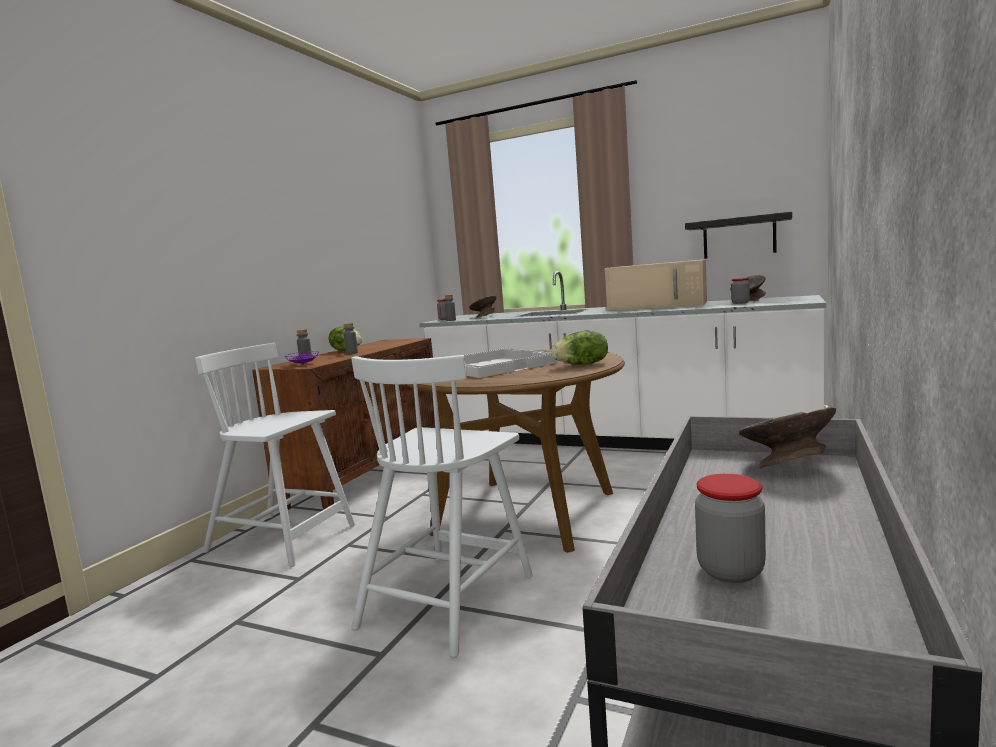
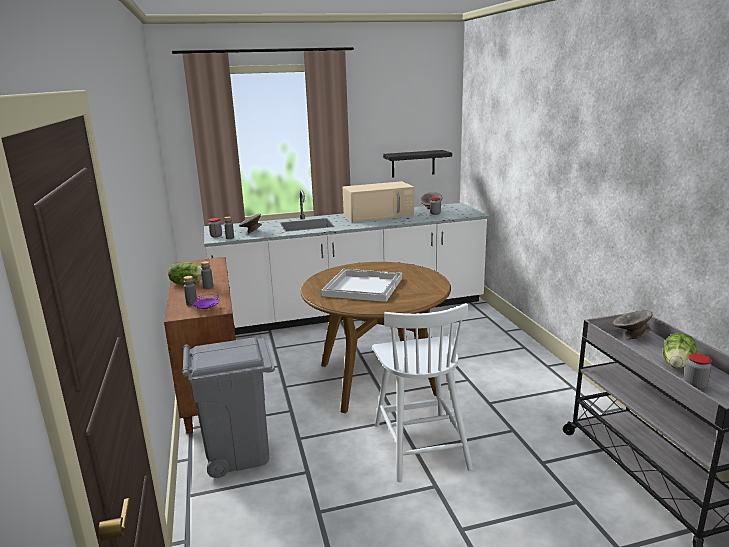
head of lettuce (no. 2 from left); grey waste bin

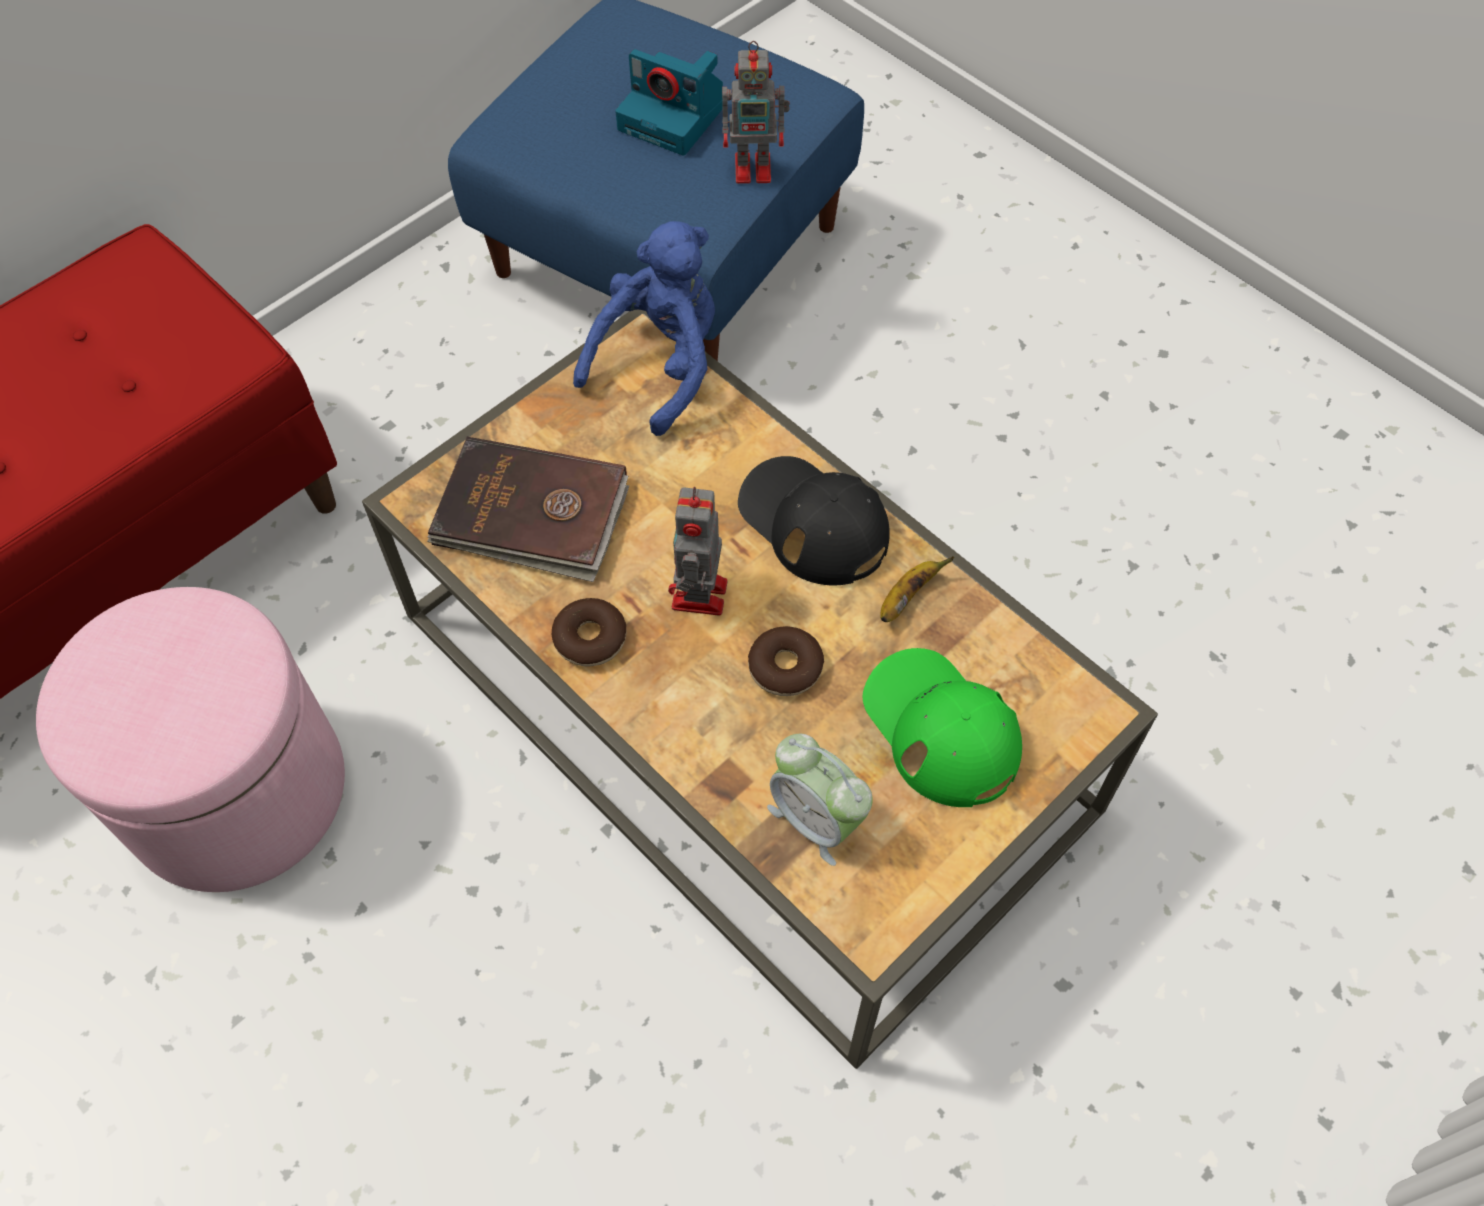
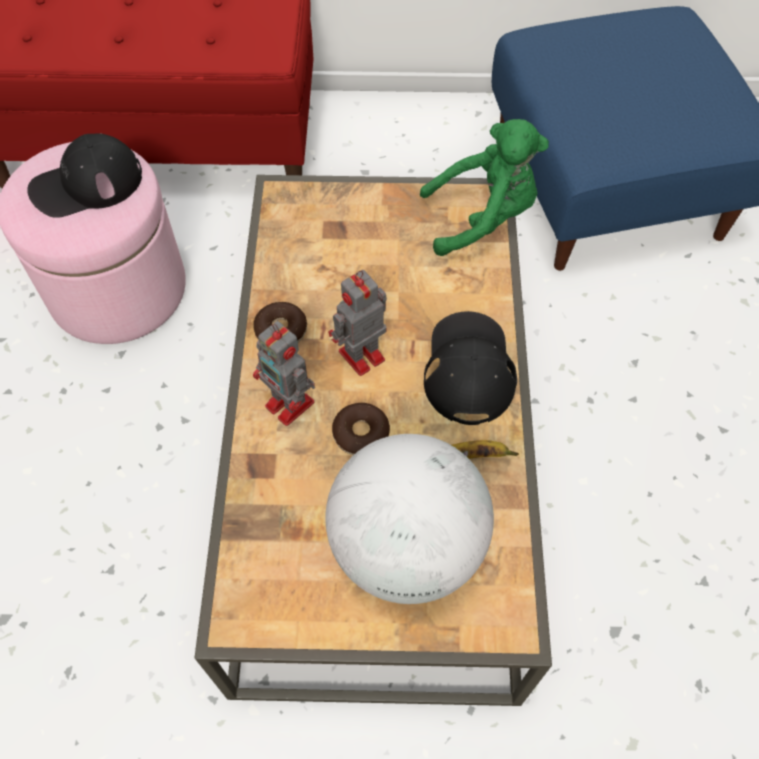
brown book; still camera; bedside clock; black-coloured peaked cap (no. 1 from left); toy robot (no. 1 from left); globe; greenish cuddly toy

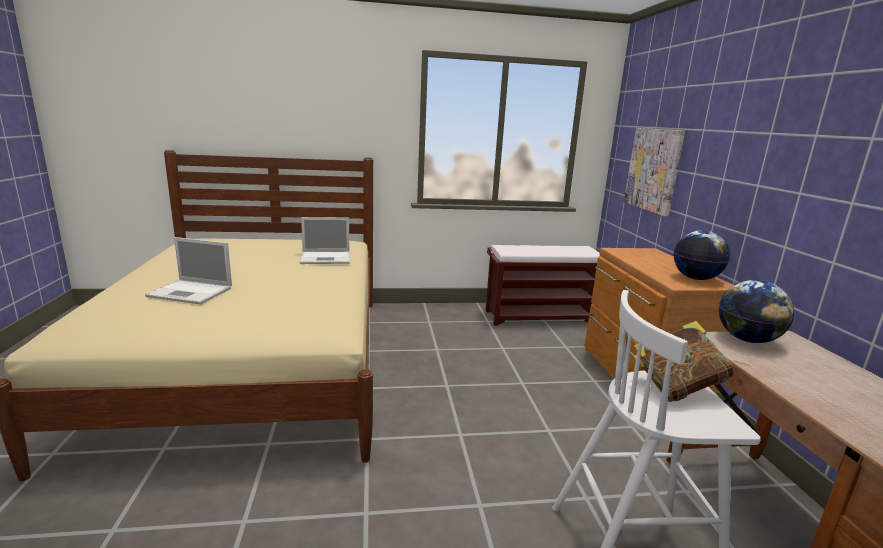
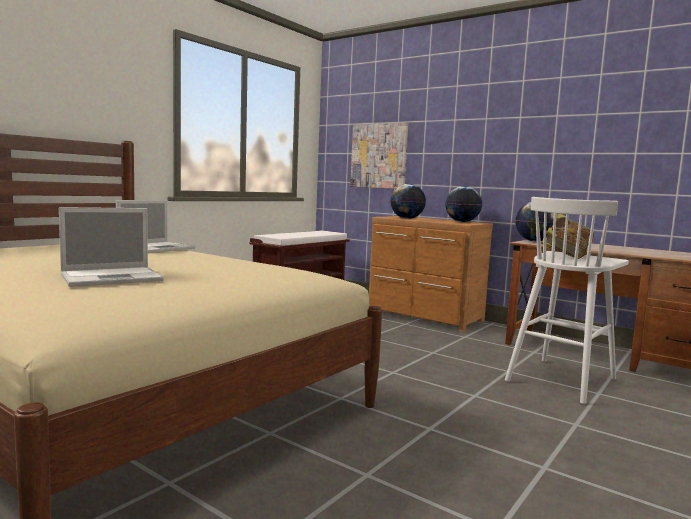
globe (no. 1 from left)

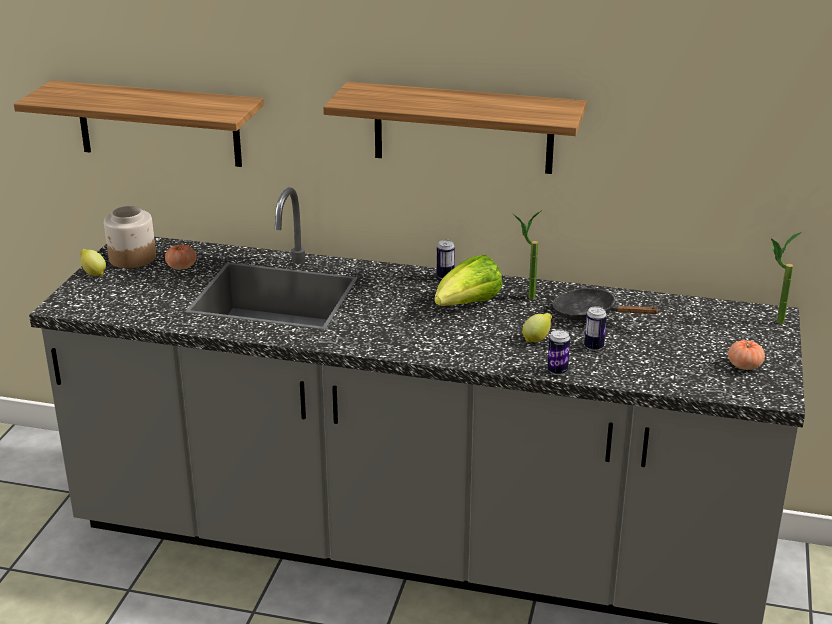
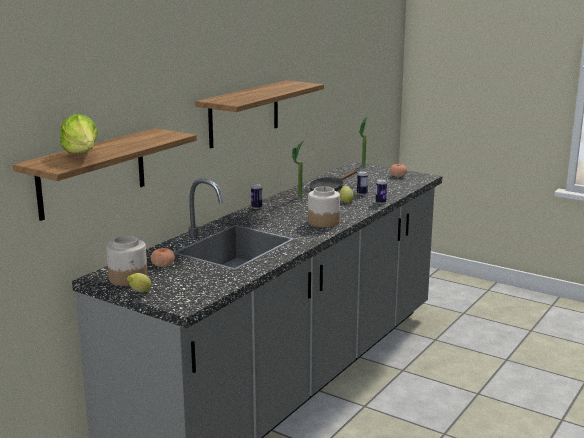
jar (no. 2 from left); head of lettuce

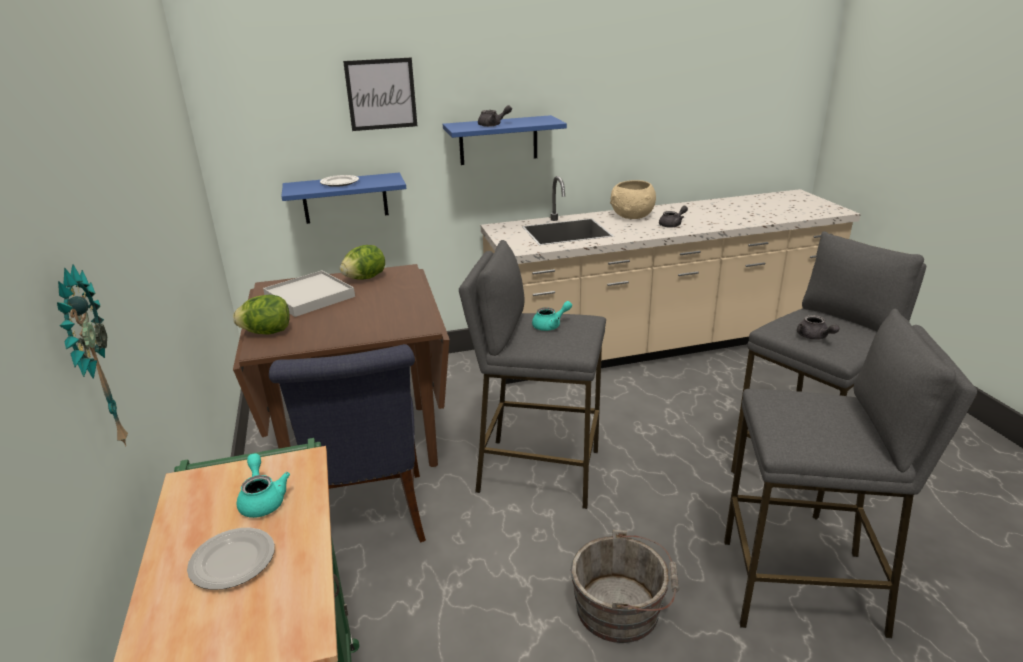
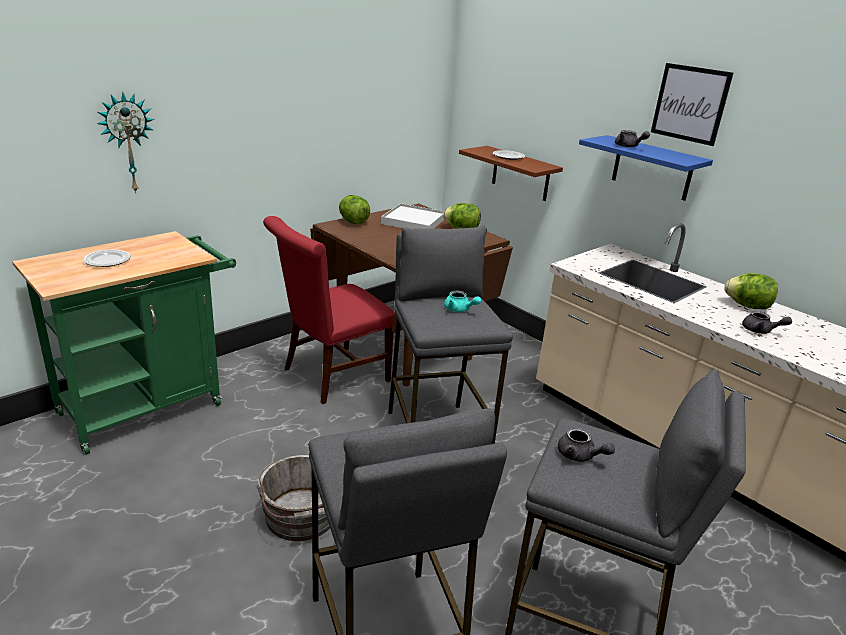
blue-green teapot (no. 1 from left in the first image); wall art; head of lettuce (no. 3 from left); red plain chair; brown wall shelf; grey teapot (no. 1 from left)

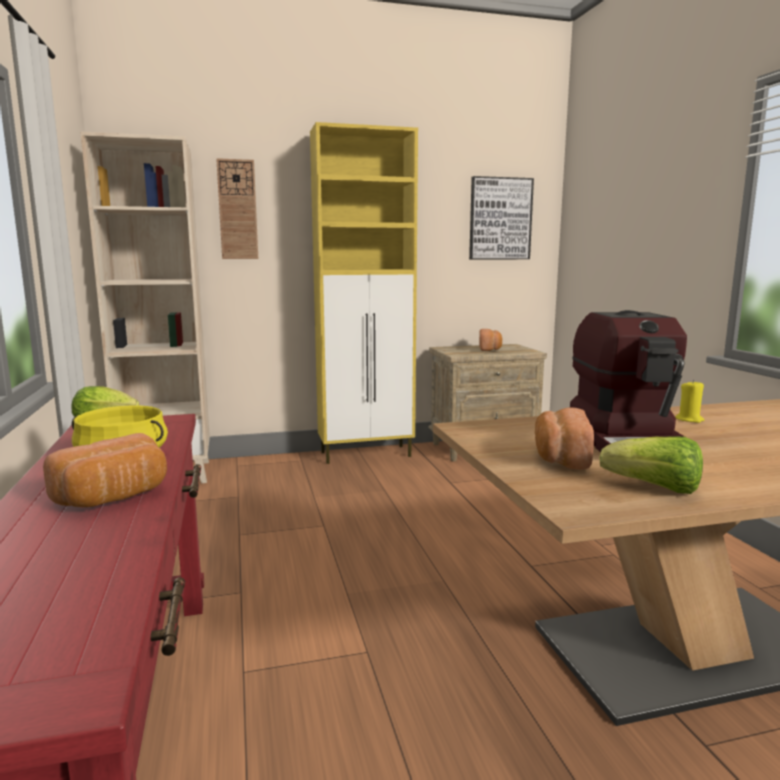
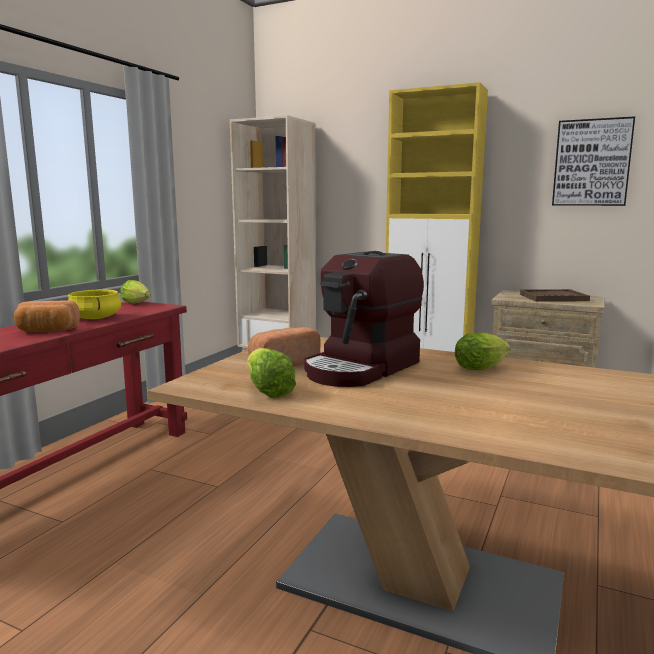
wall clock; brown tray; head of lettuce (no. 3 from left)

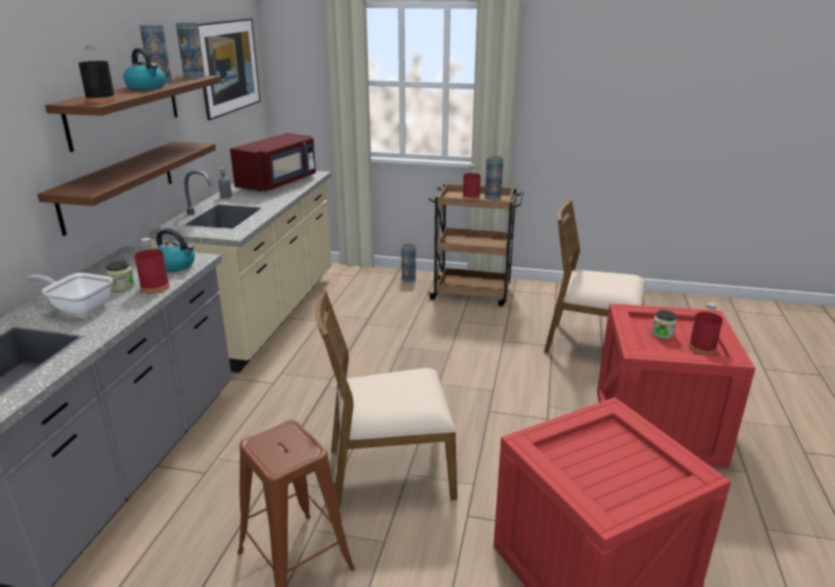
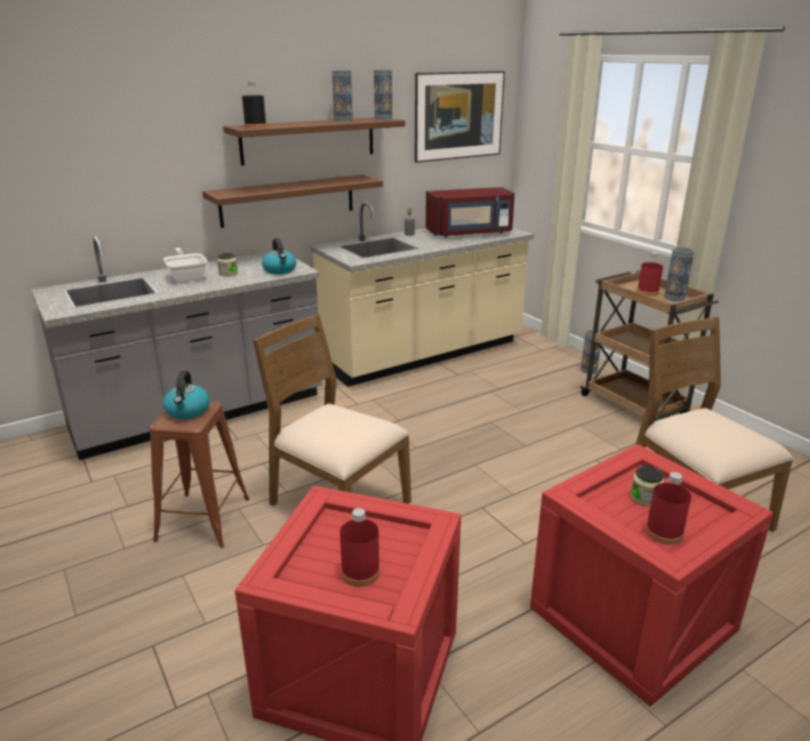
kettle (no. 1 from left); red beverage bottle (no. 1 from left)

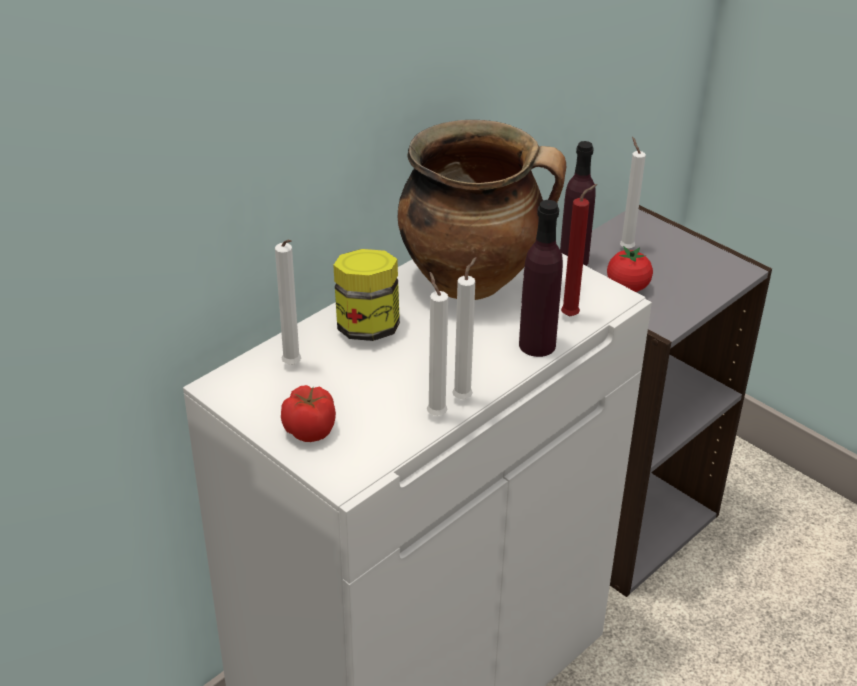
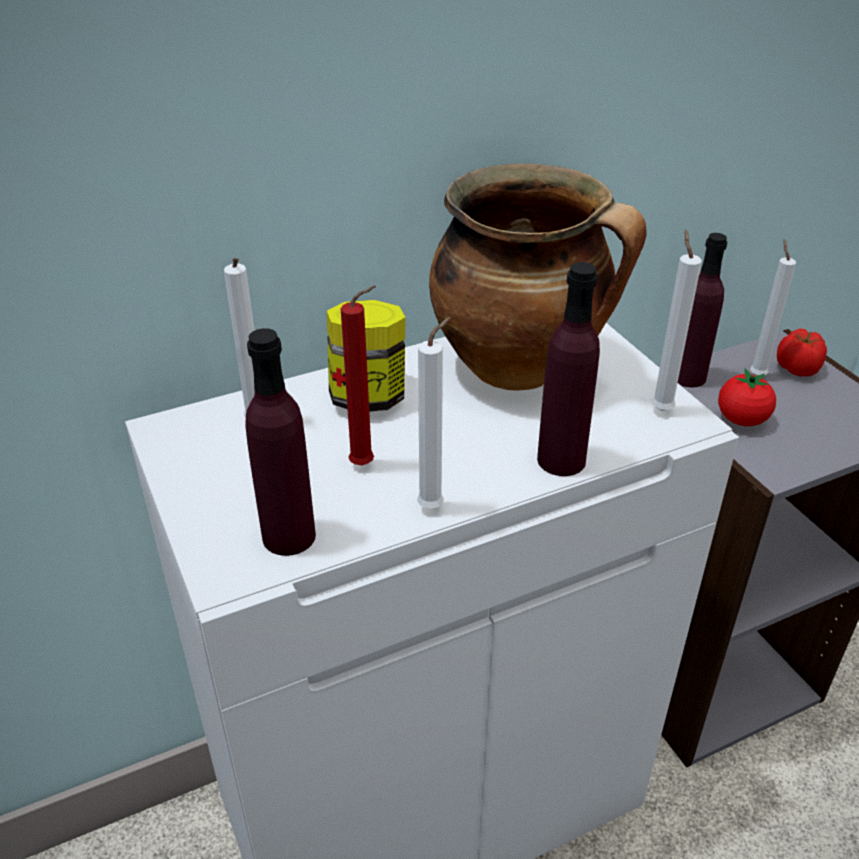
purple beverage bottle (no. 1 from left); fresh tomato (no. 2 from left); white-coloured candle (no. 3 from left); red candle

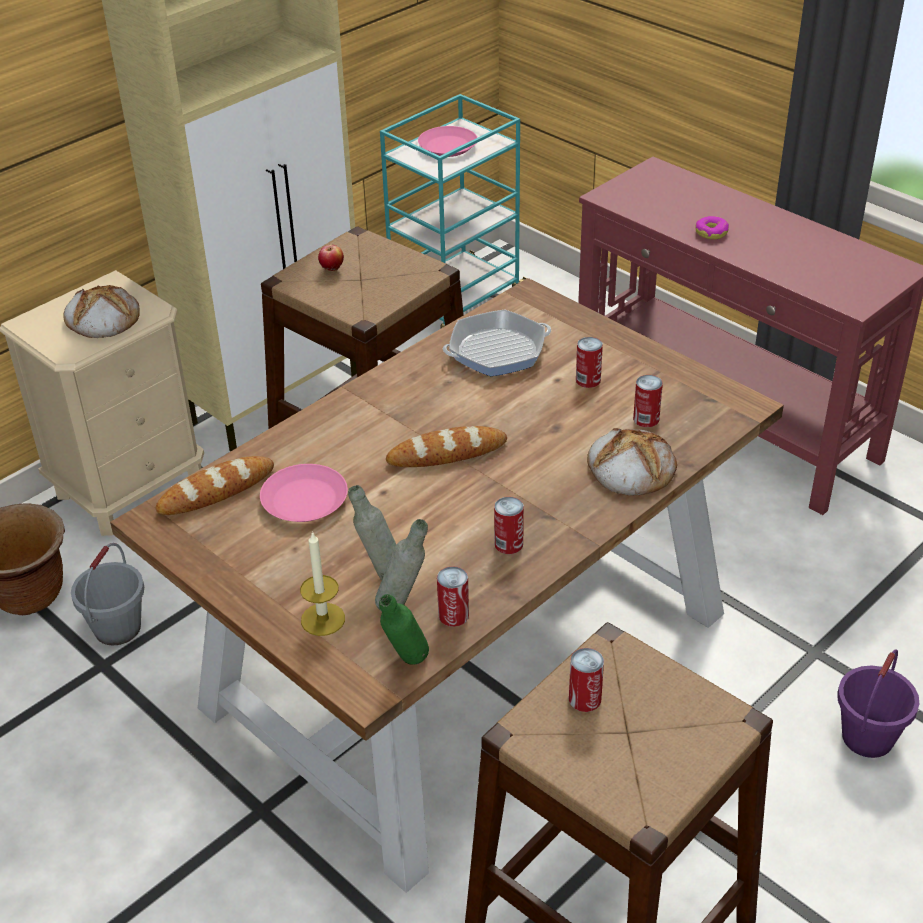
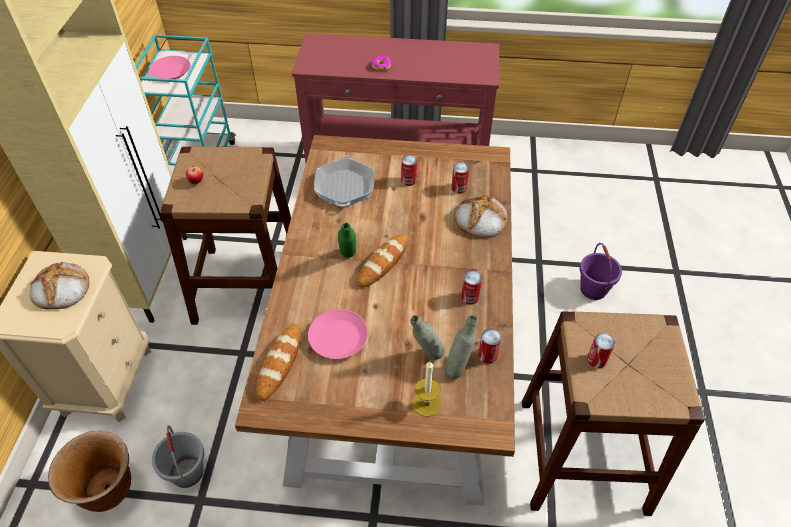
greenish beverage bottle; frying pan

